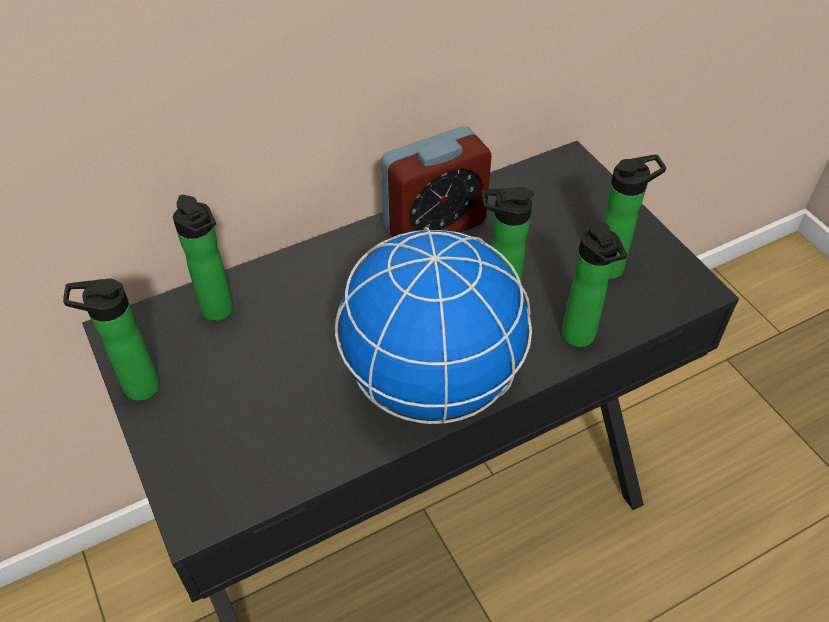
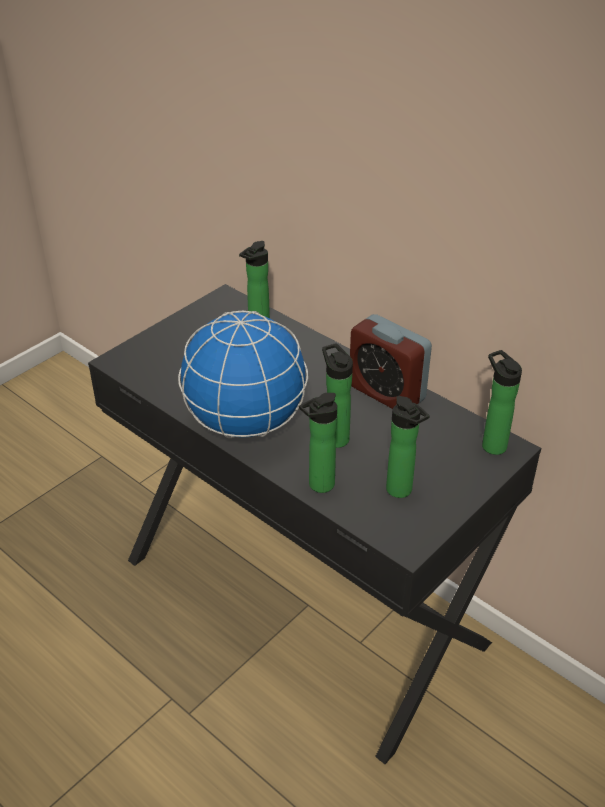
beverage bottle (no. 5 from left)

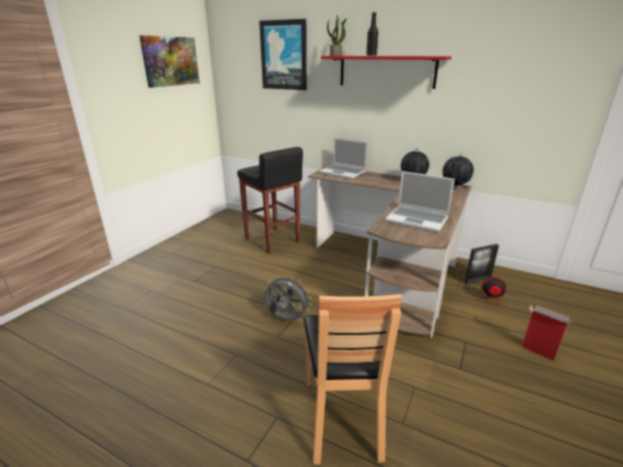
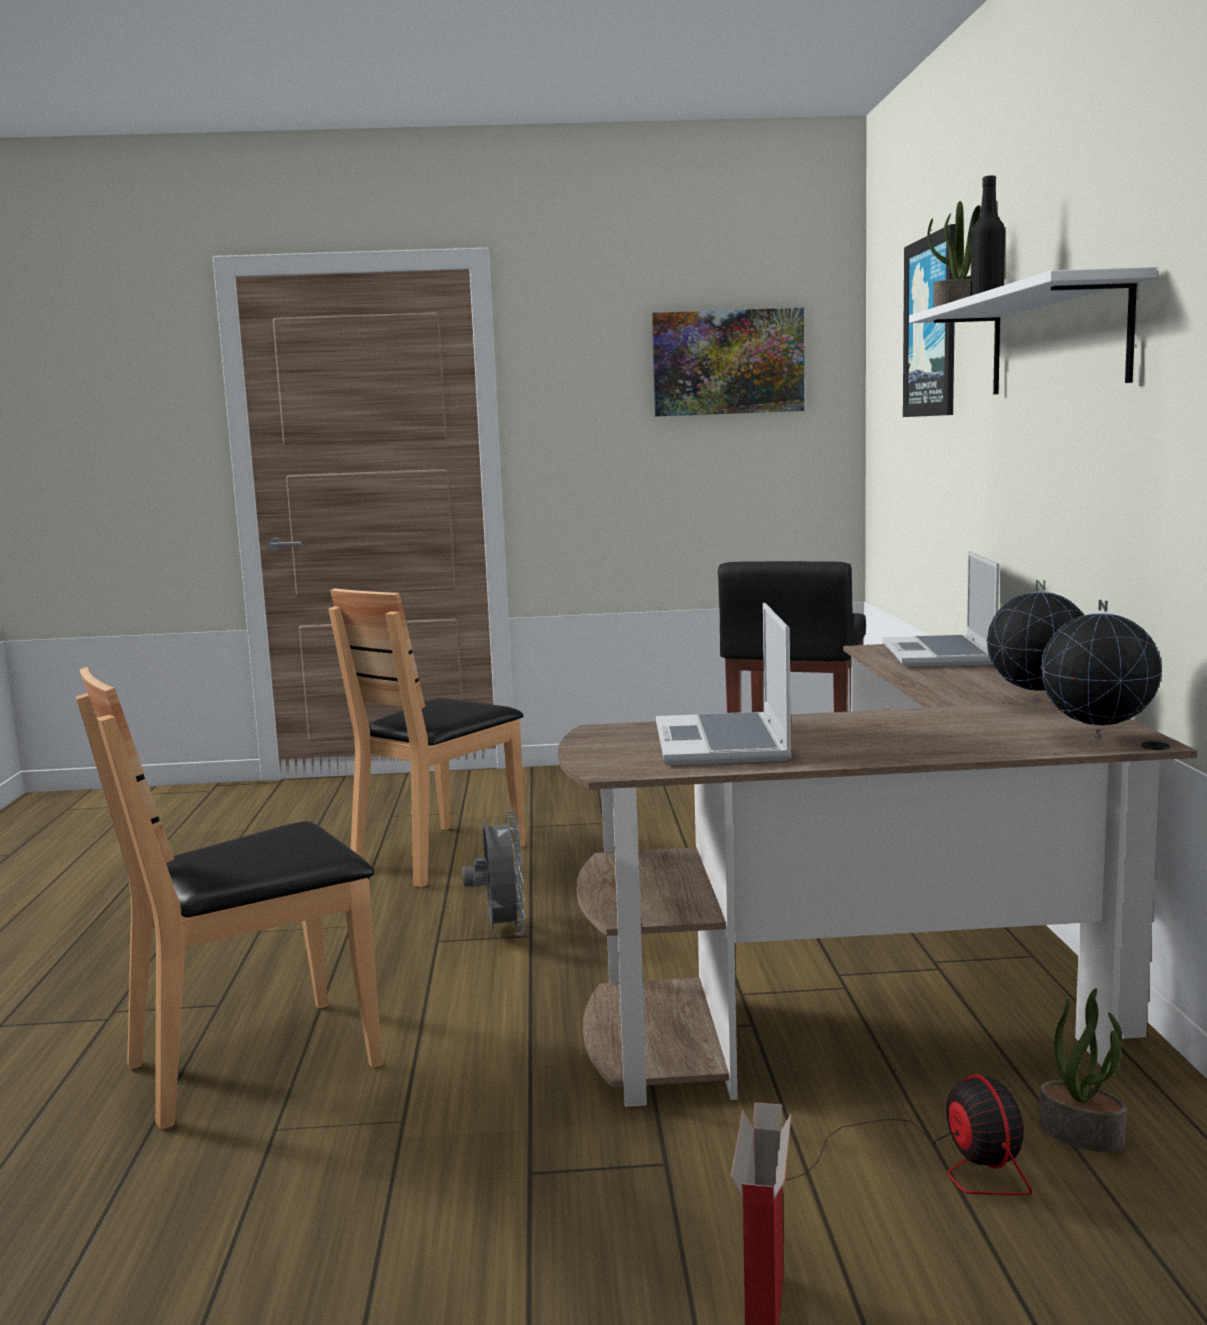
brown plain chair (no. 2 from left); plant in a pot (no. 2 from left); white-coloured wall shelf

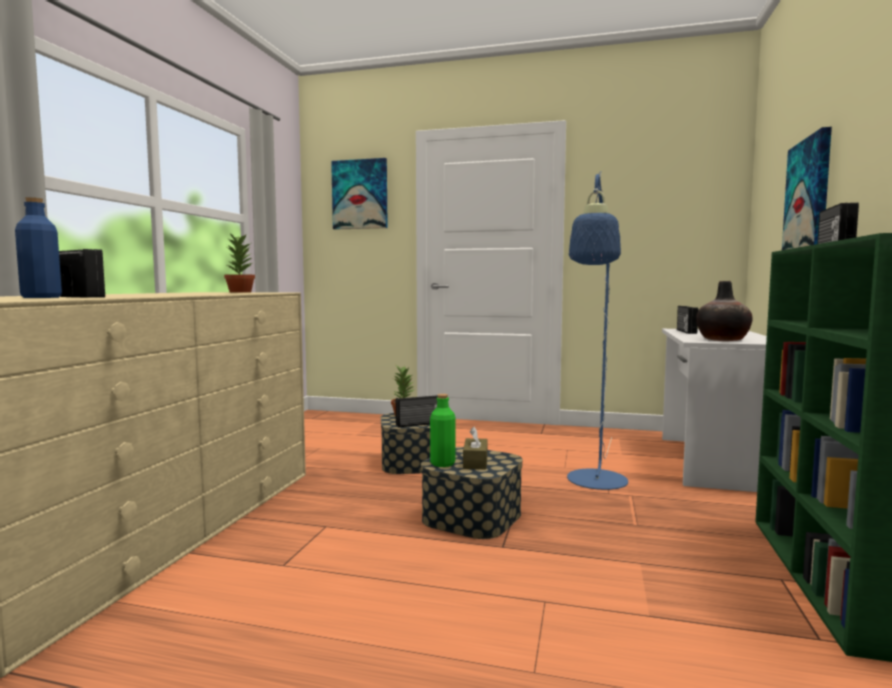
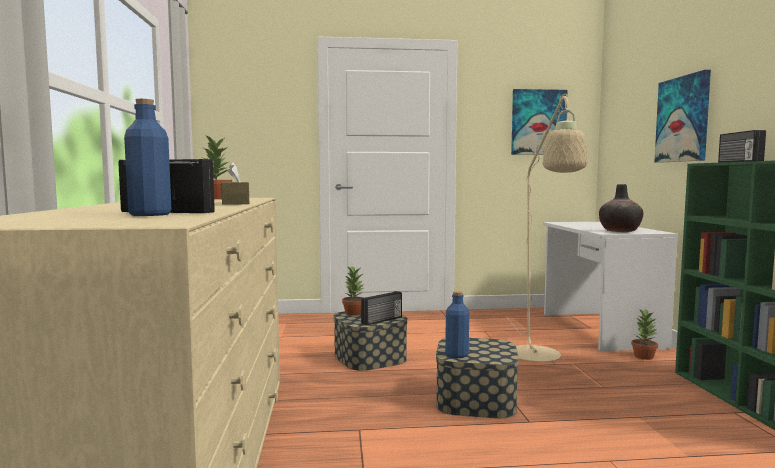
radio receiver (no. 3 from left in the first image); plant in a pot (no. 3 from left); wall art (no. 1 from left); brown tissue box; blue-coloured beverage bottle (no. 2 from left); beige standing lamp

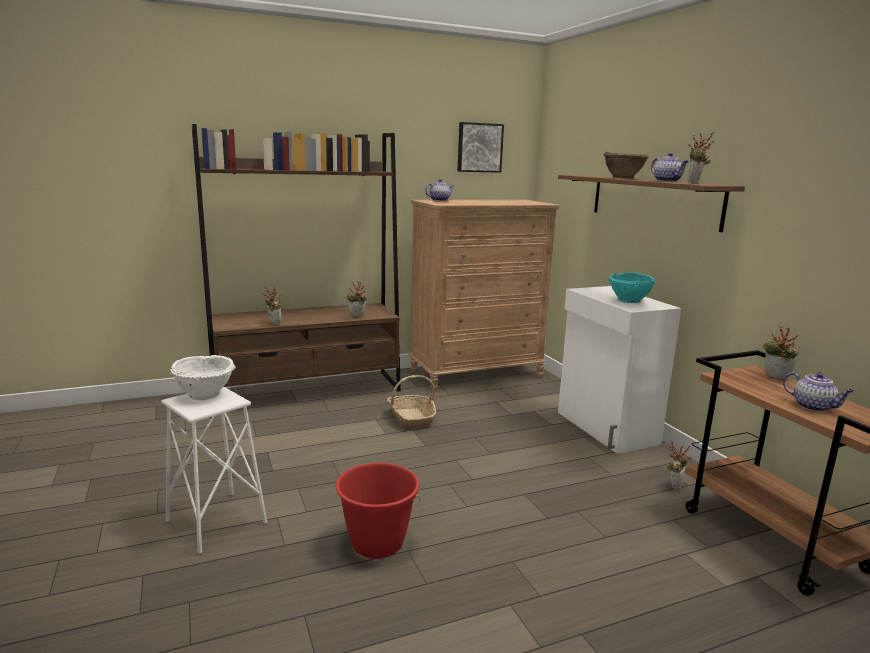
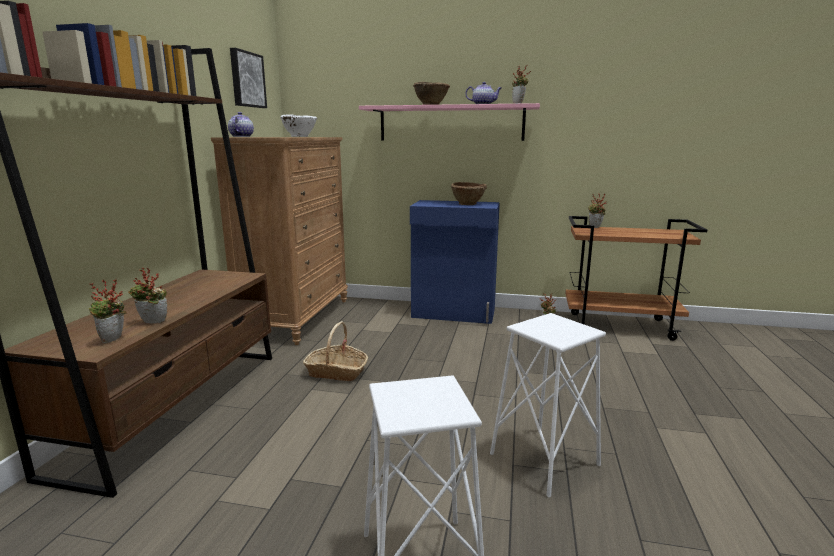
teapot (no. 3 from left in the first image); white-coloured serving bowl; plant in a pot (no. 1 from left); white-coloured stool seat (no. 2 from left); pink wall shelf; blue-coloured cupboard; brown serving bowl (no. 2 from left)

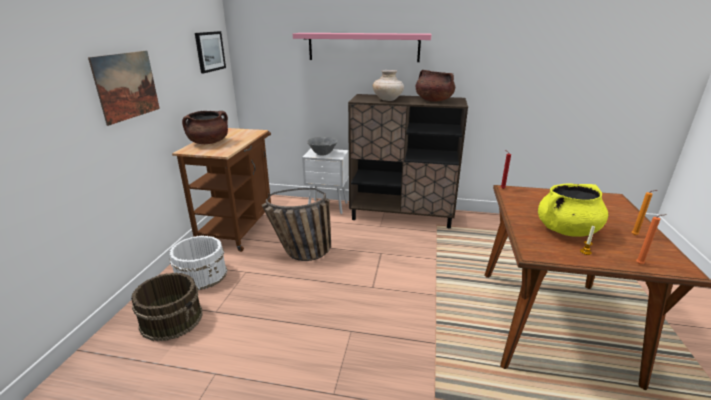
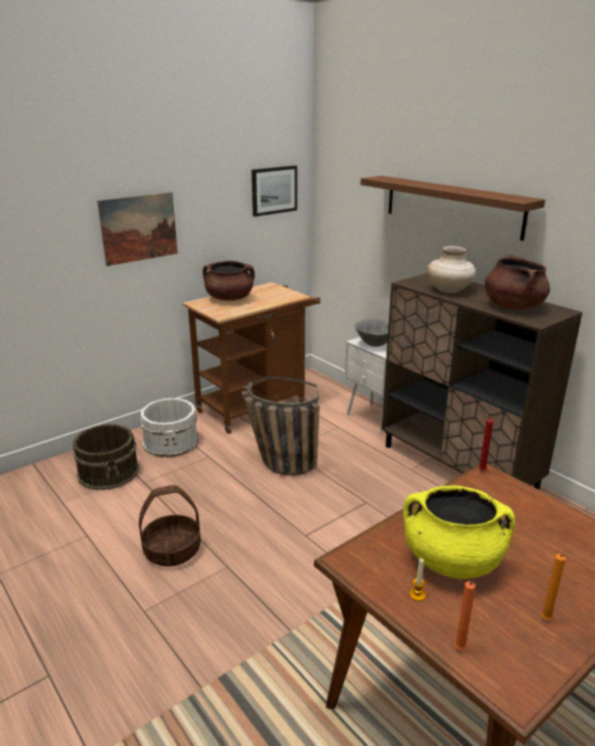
household basket (no. 1 from left); brown wall shelf

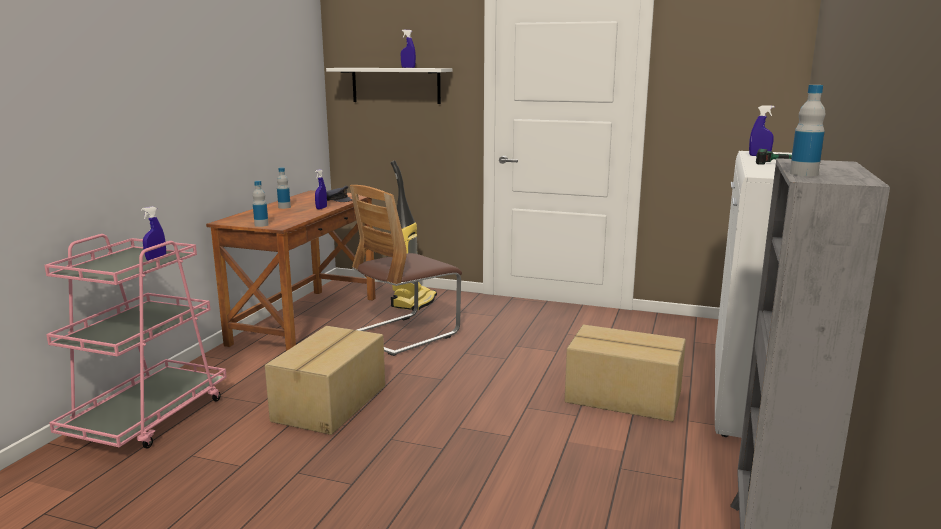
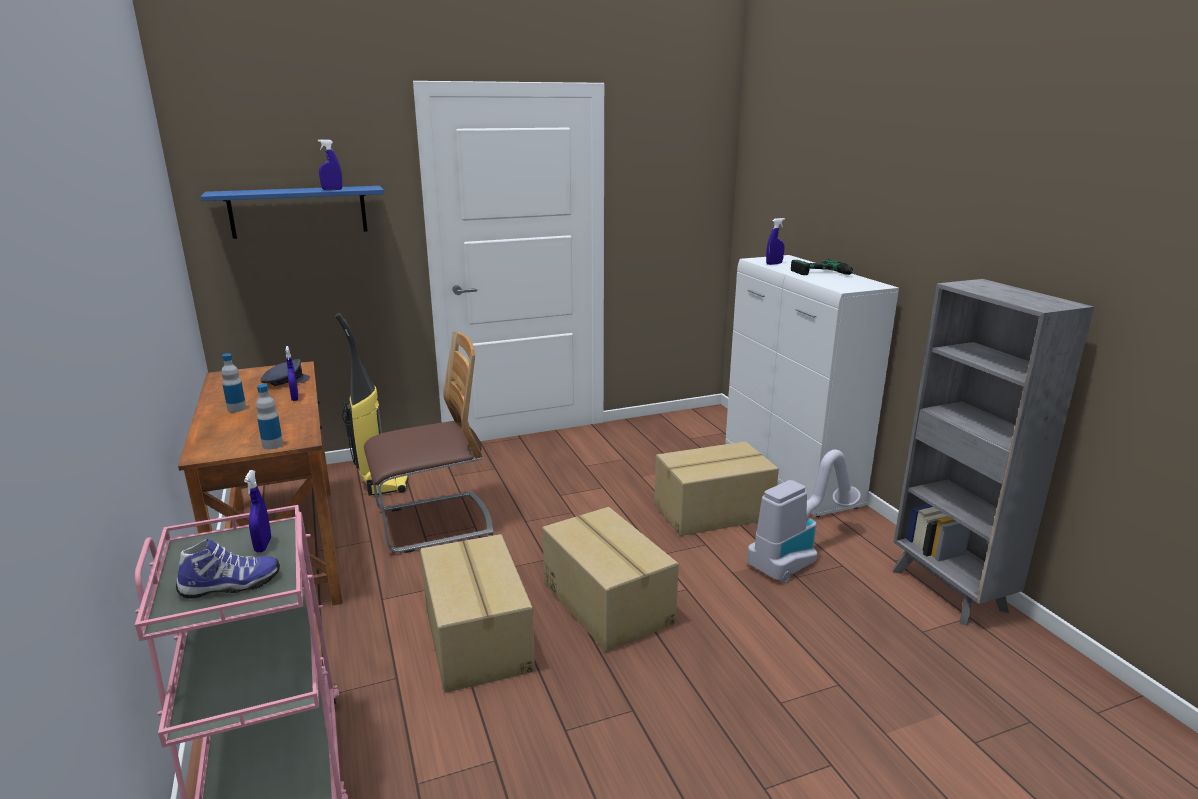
beverage bottle (no. 3 from left in the first image); low shoe; packing box (no. 2 from left); vacuum cleaner (no. 2 from left); blue-coloured wall shelf; plain chair

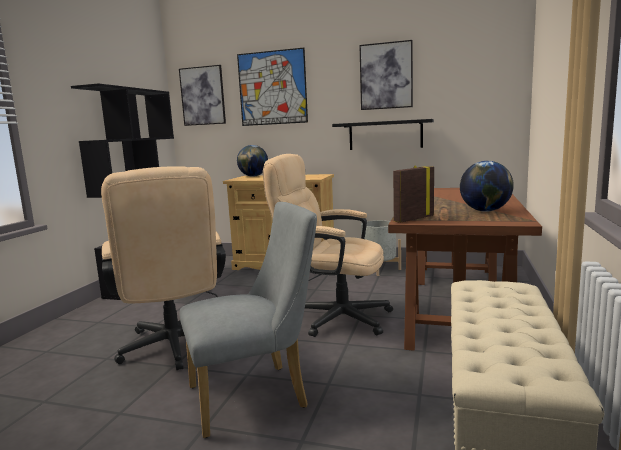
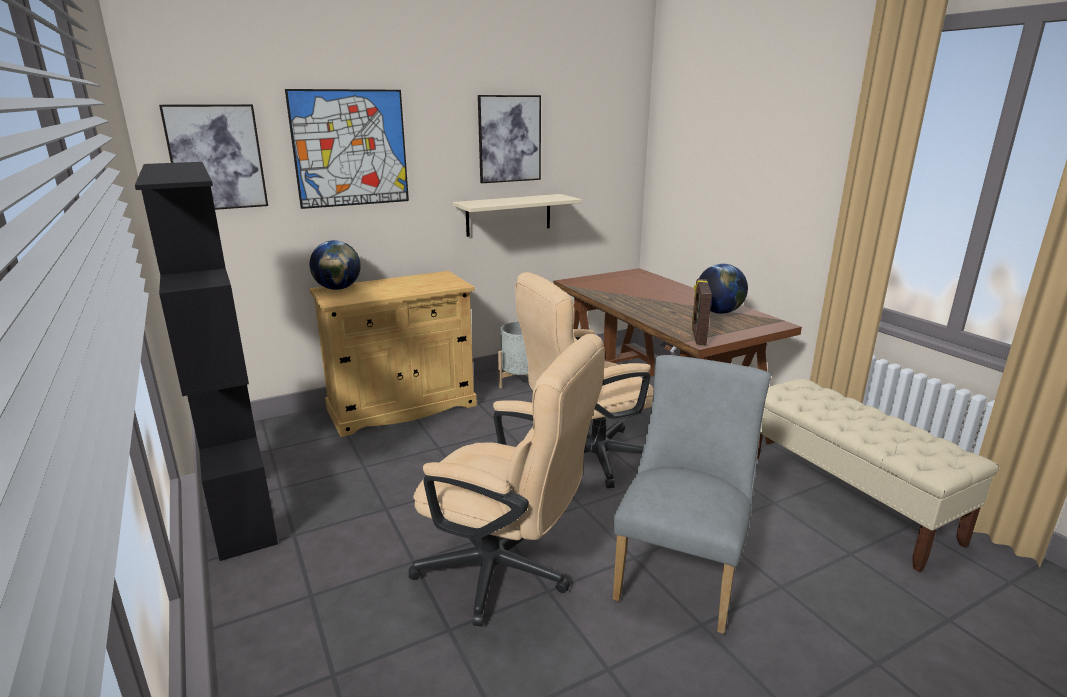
beige wall shelf

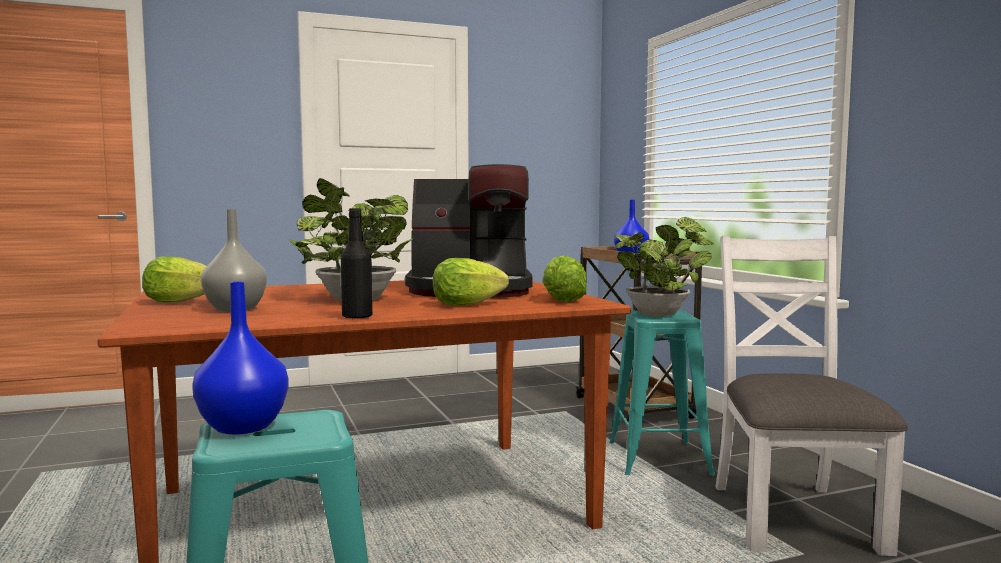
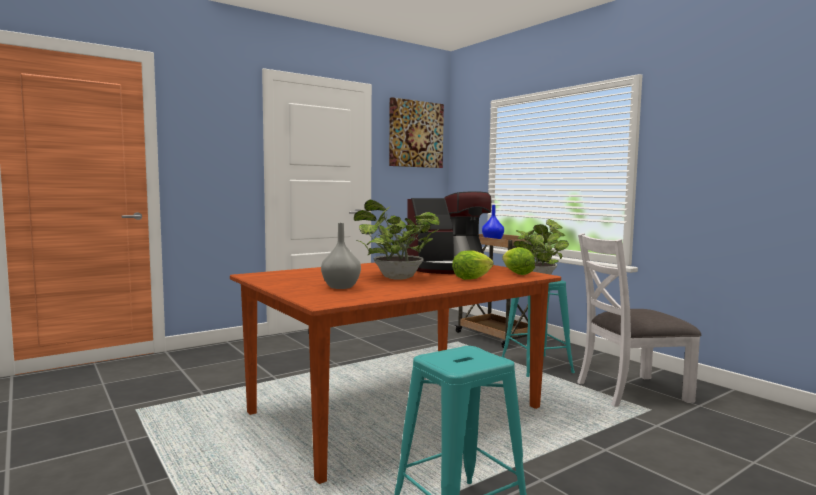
head of lettuce (no. 1 from left in the first image); blue-coloured decorative vase (no. 1 from left in the first image); black-coloured beverage bottle; wall art; white-coloured plain chair

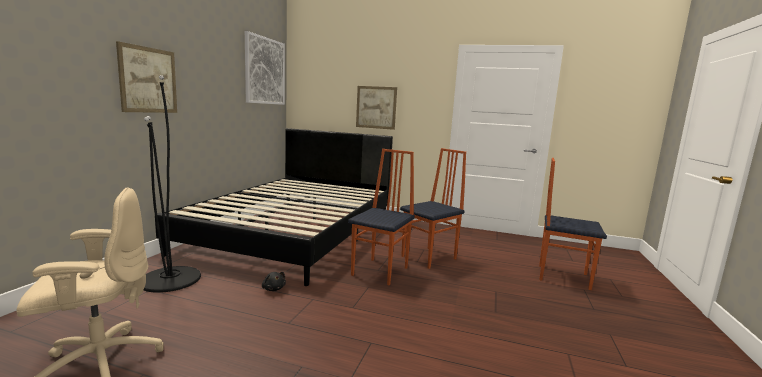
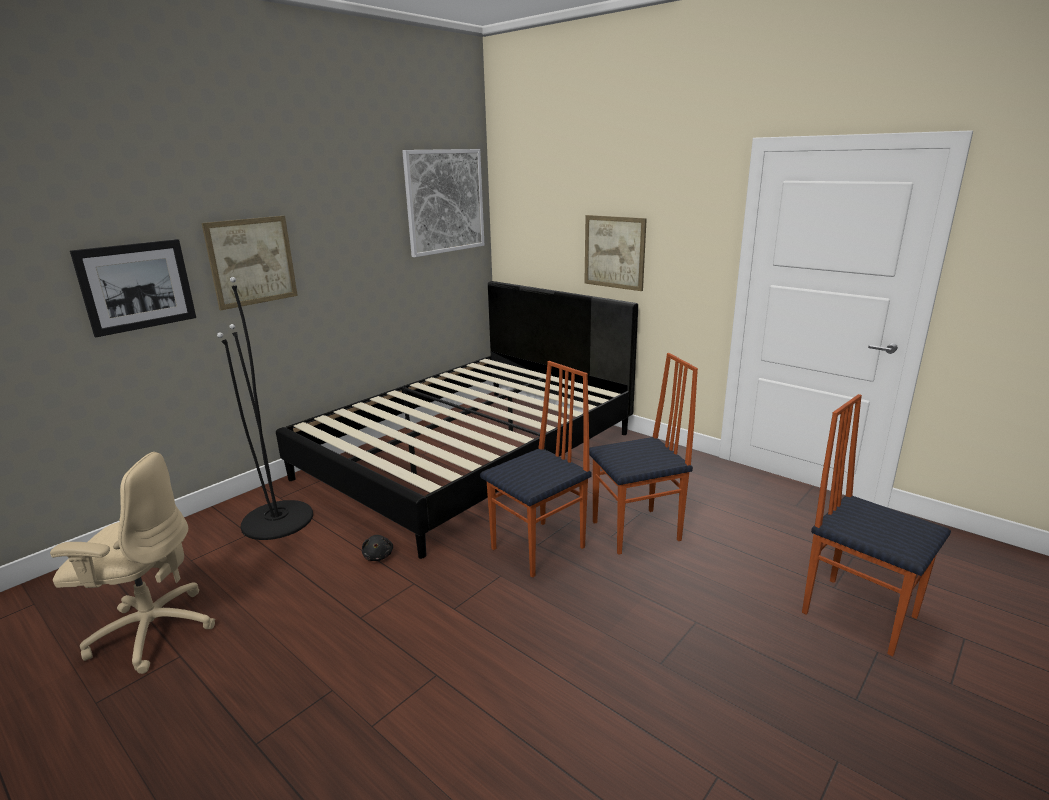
wall art (no. 1 from left)

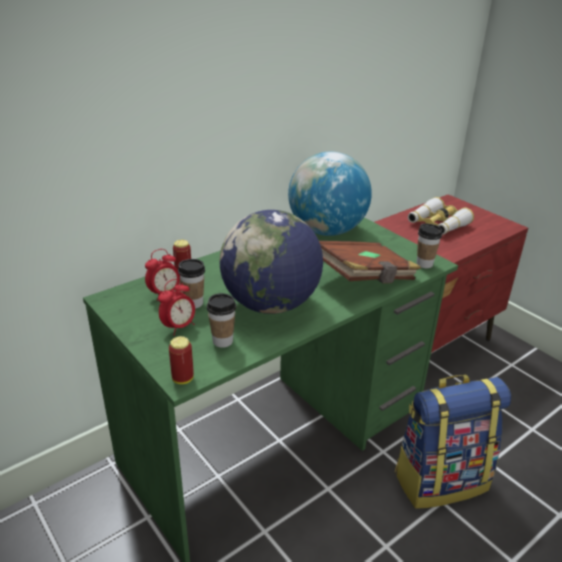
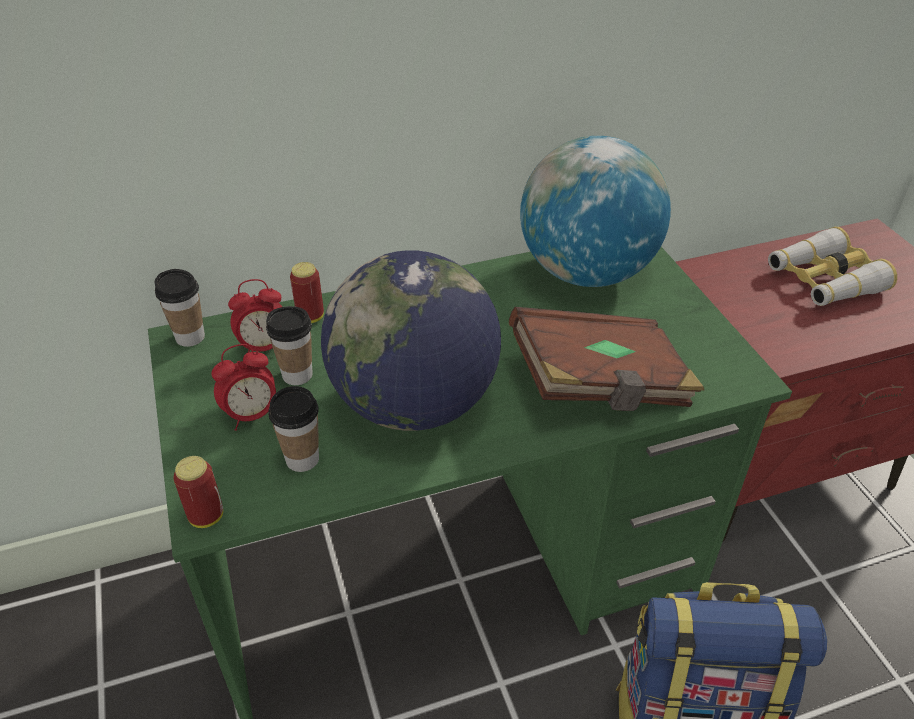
small cup (no. 1 from left)

